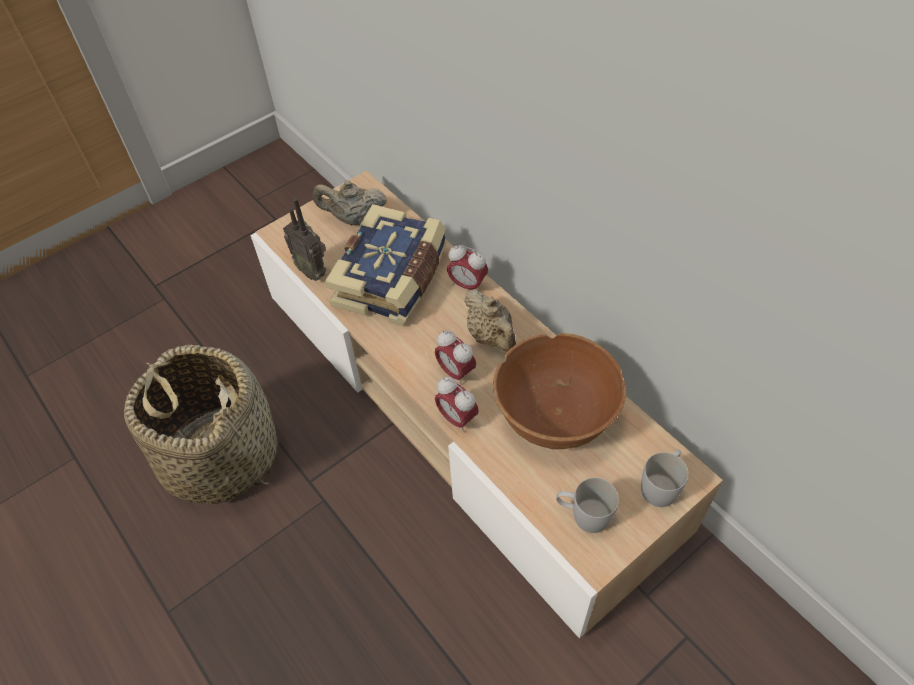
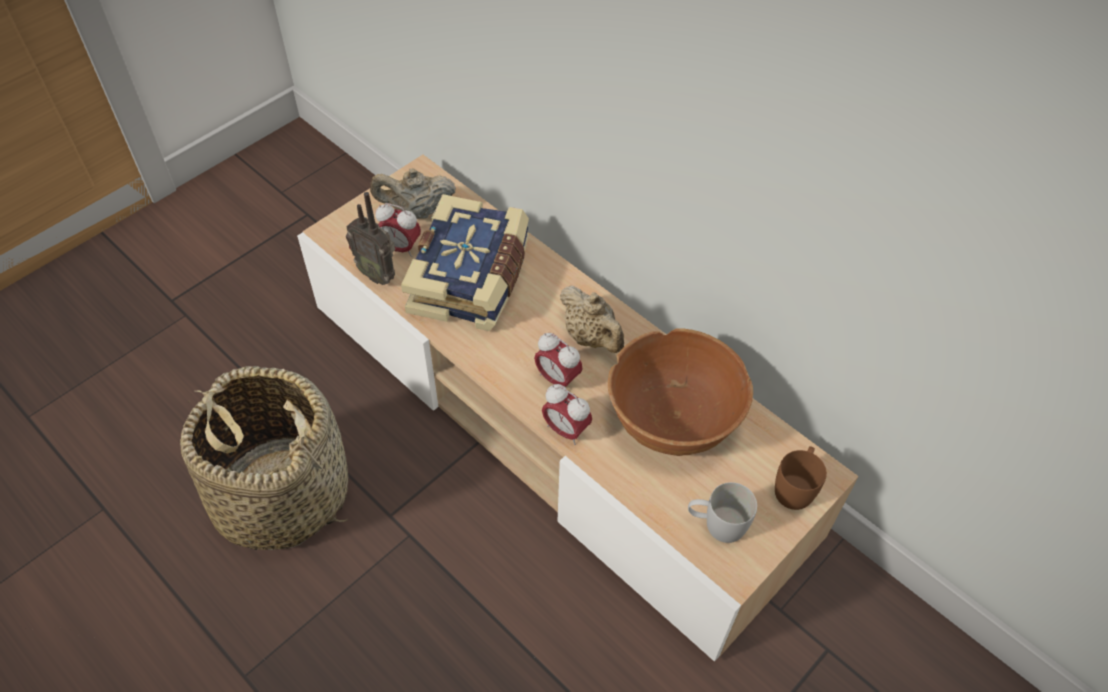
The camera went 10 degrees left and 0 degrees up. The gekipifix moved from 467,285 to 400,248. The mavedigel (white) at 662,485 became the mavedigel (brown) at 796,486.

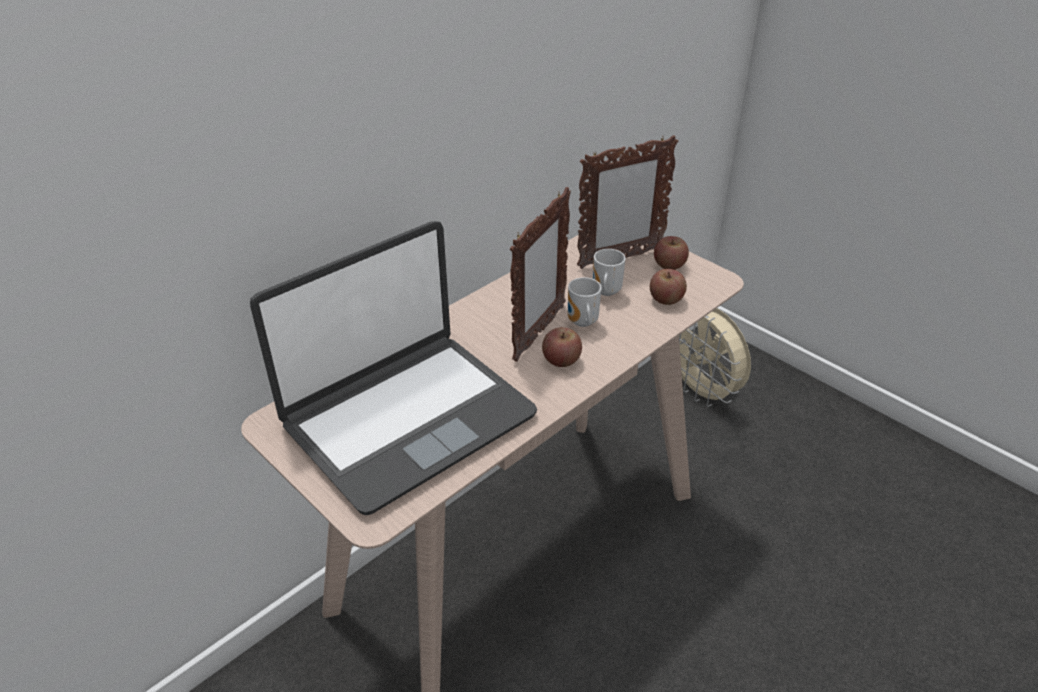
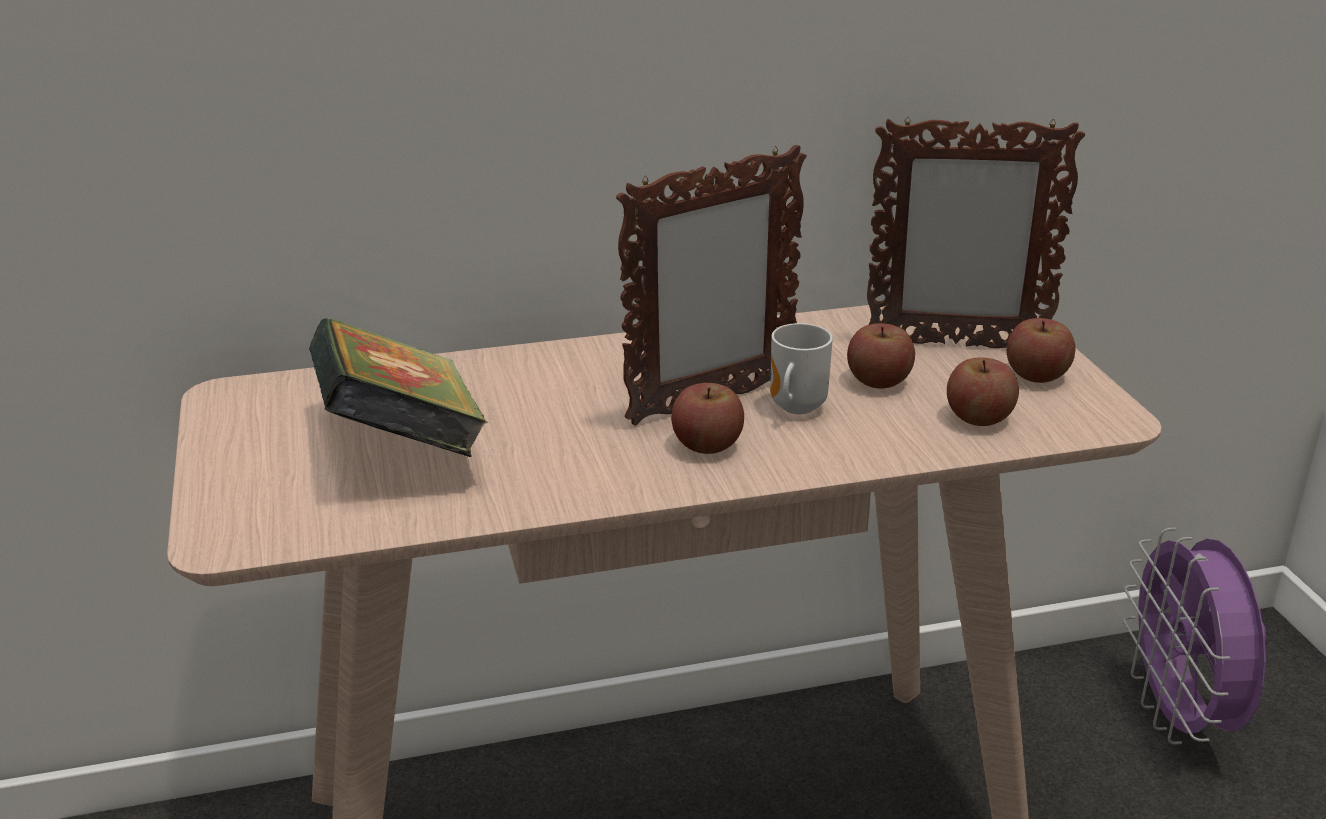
The camera went 30 degrees right and 10 degrees down. The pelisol at 408,419 was replaced by the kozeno at 401,445. The mavedigel at 604,292 was replaced by the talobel at 878,381. The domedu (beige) at 701,391 became the domedu (purple) at 1179,718.

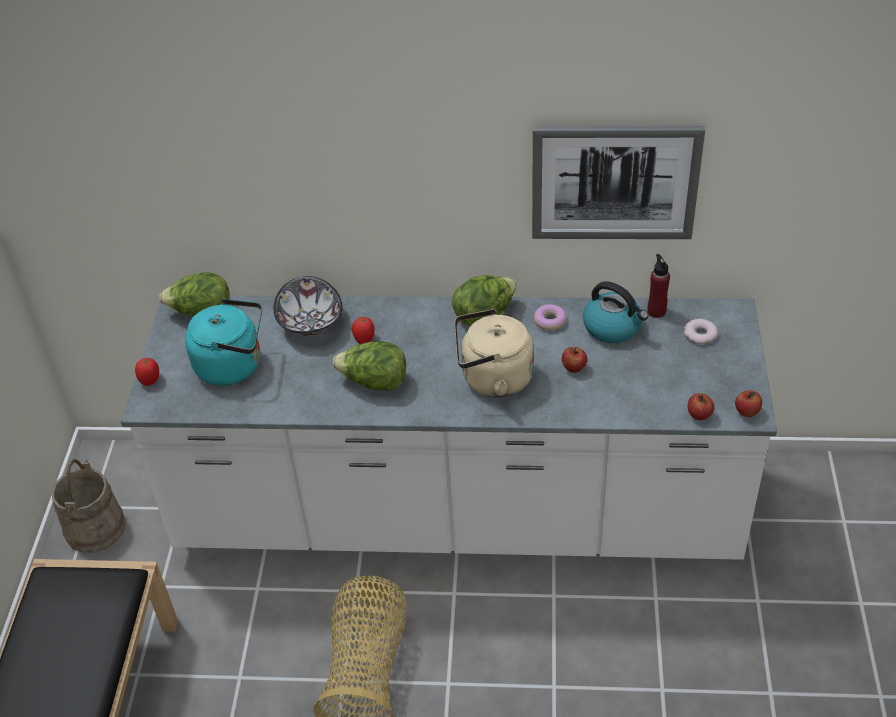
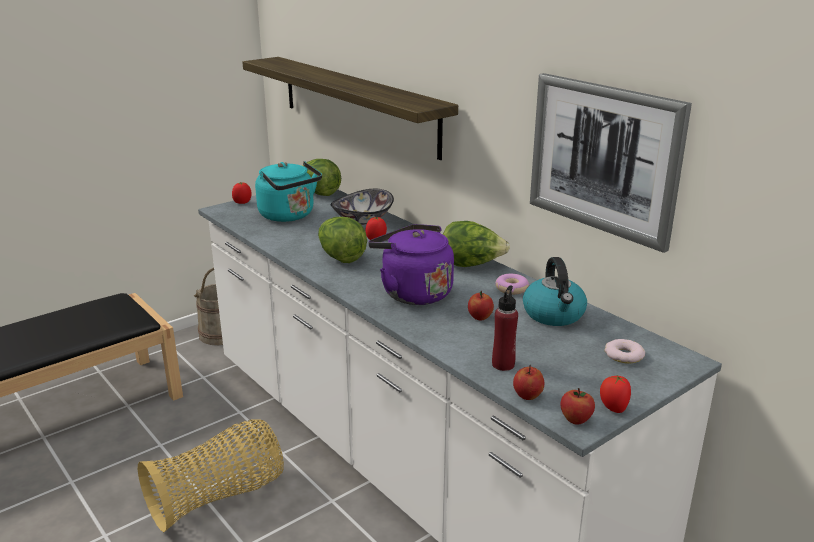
The camera went 45 degrees right and 20 degrees down. The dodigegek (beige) at 492,379 became the dodigegek (purple) at 413,292. The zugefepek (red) moved from 656,311 to 503,364. The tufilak at 357,104 appeared. The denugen at 613,408 appeared.

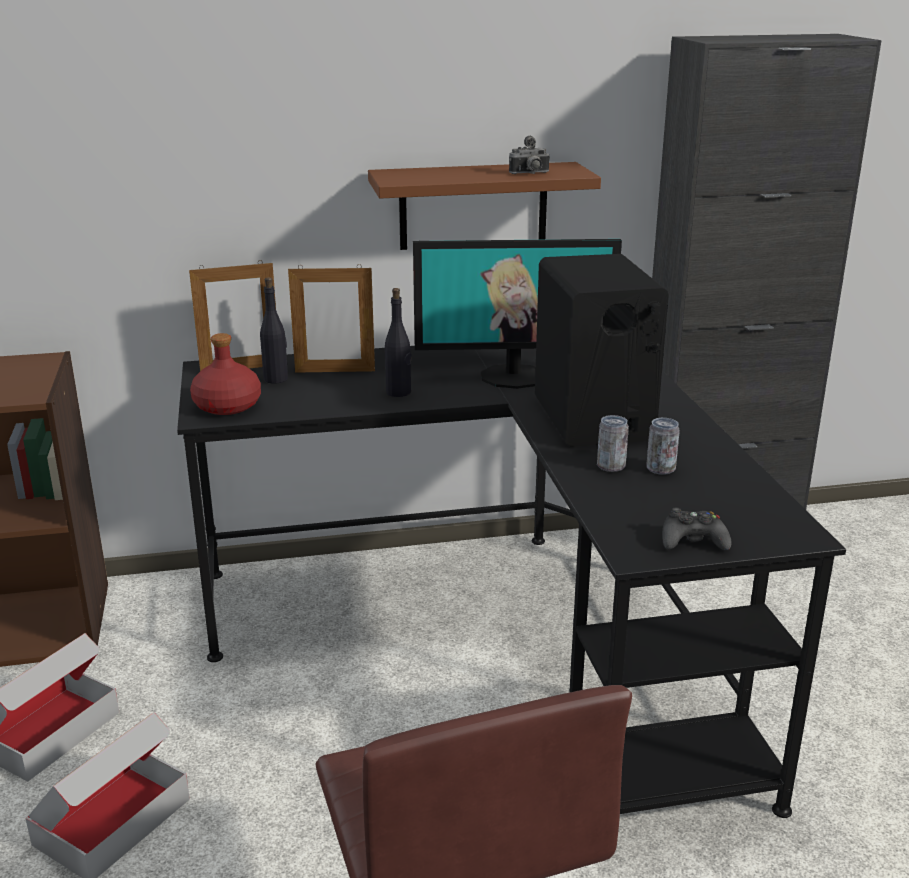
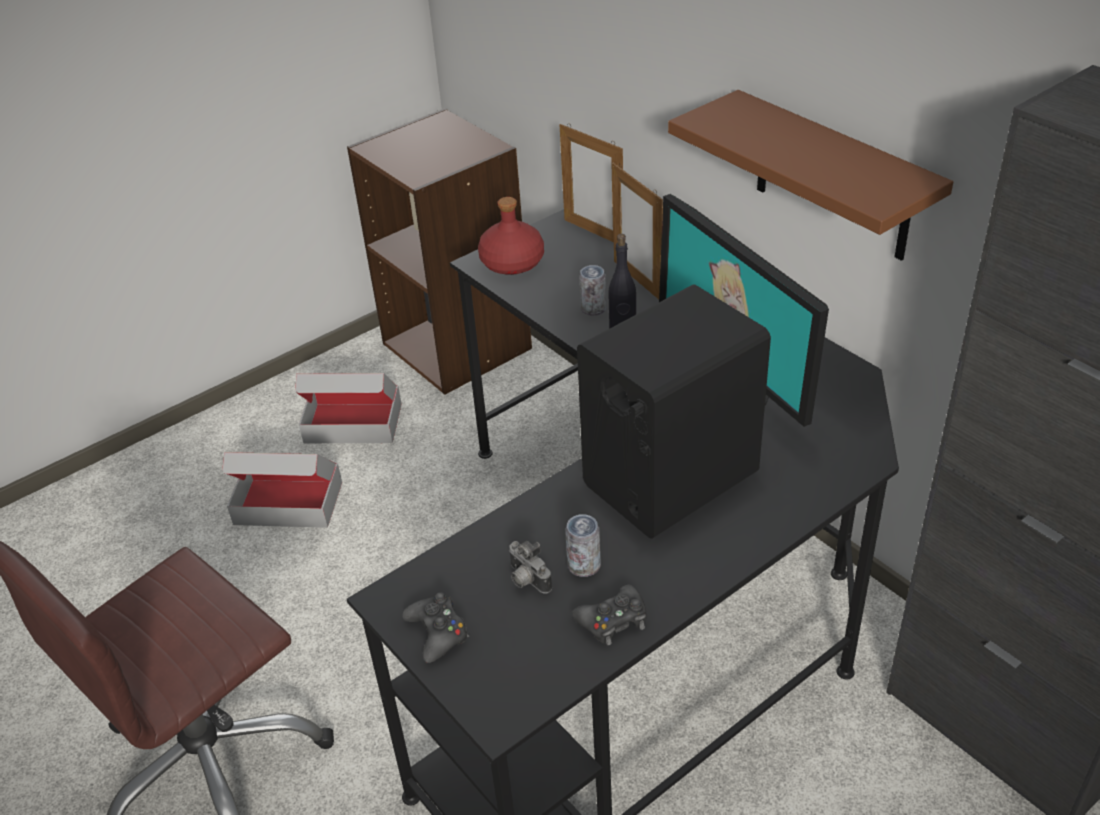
The camera went 65 degrees right and 15 degrees up. The zugefepek (black) at 276,379 disappeared. The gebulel moved from 530,173 to 526,580. The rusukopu moved from 611,466 to 593,309. The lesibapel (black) at 613,621 appeared.

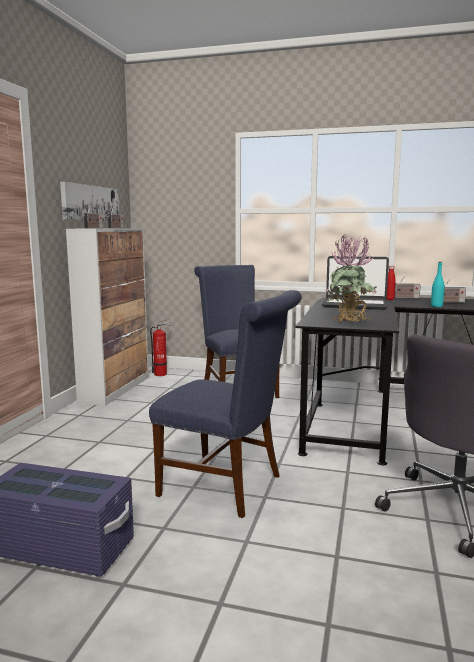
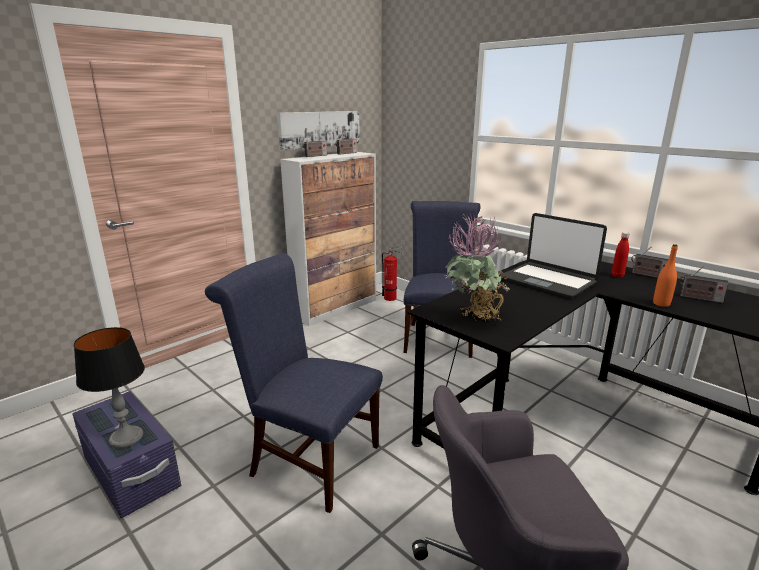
The camera went 30 degrees right and 10 degrees up. The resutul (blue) at 228,486 turned 150 degrees clockwise. The zugefepek (turquoise) at 436,306 became the zugefepek (orange) at 661,304. The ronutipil at 126,438 appeared.

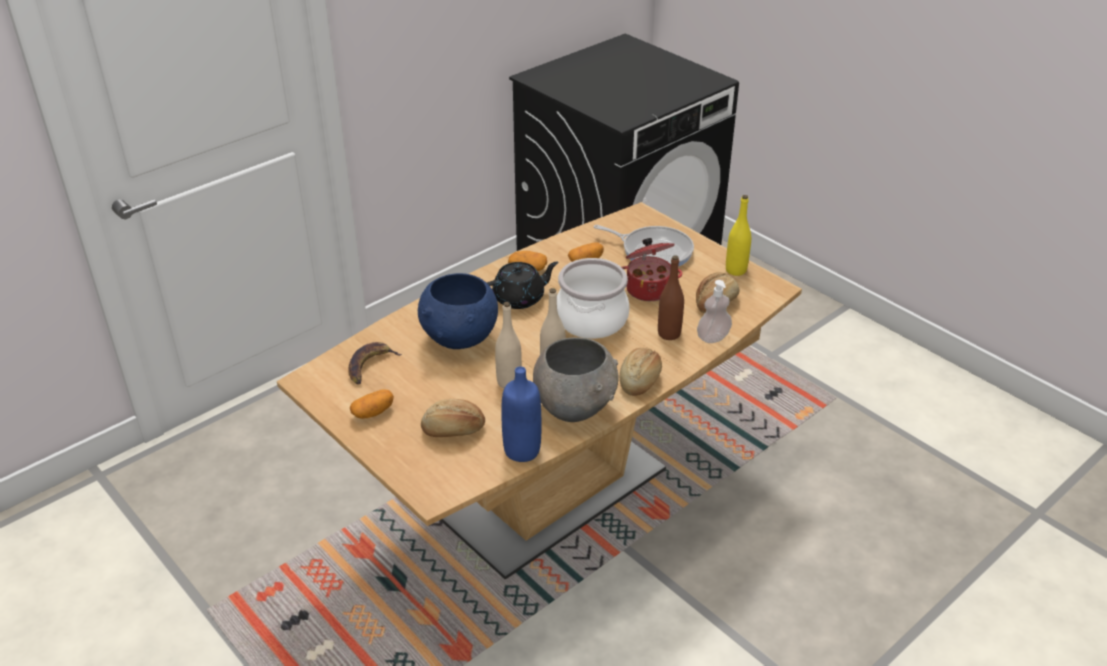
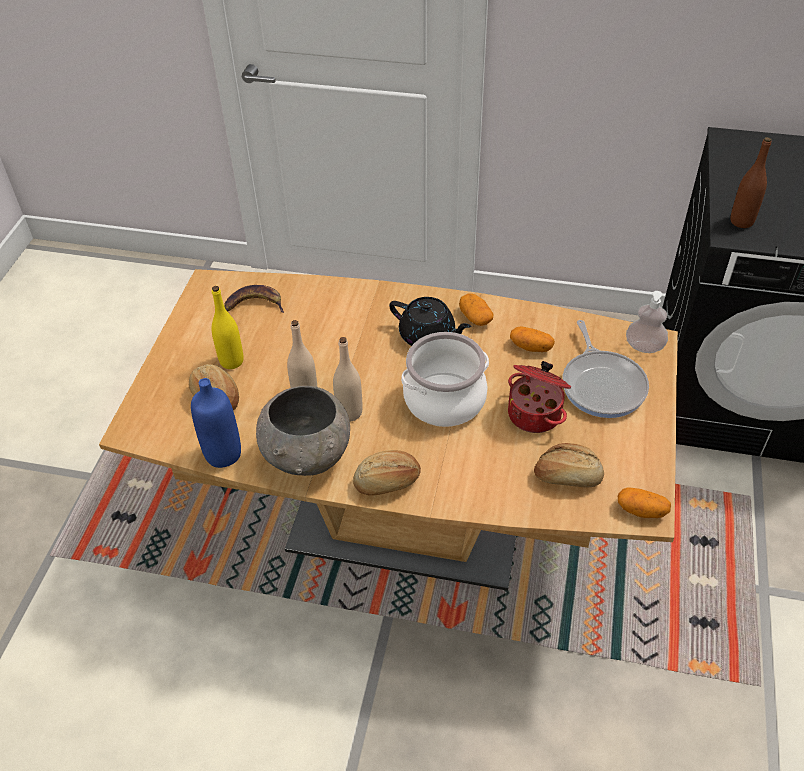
The camera went 55 degrees right and 10 degrees up. The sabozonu moved from 373,412 to 641,510. The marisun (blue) at 460,339 disappeared. The zugefepek (brown) moved from 669,334 to 741,221. The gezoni moved from 713,337 to 644,346. The zugefepek (yellow) moved from 736,270 to 231,361.

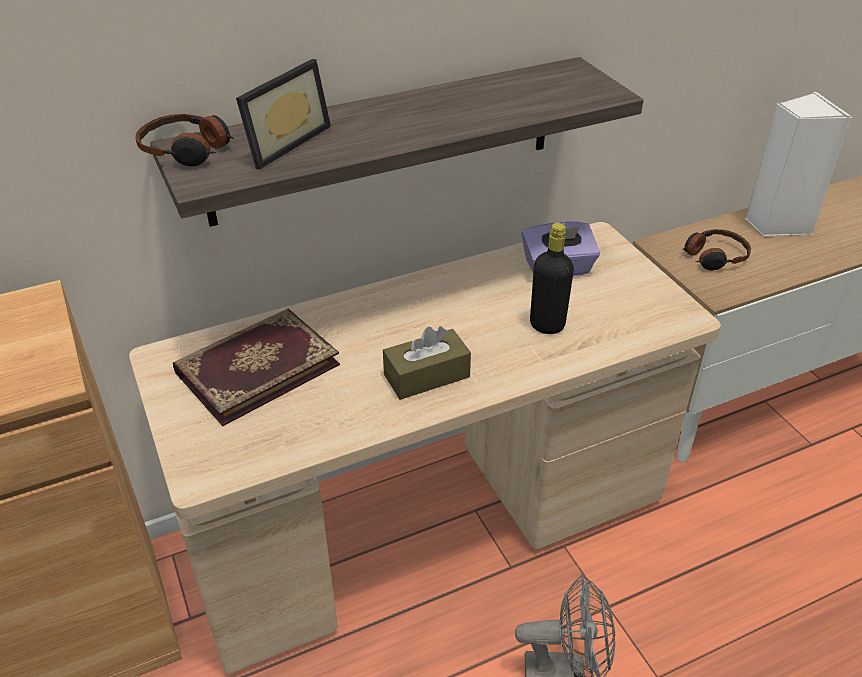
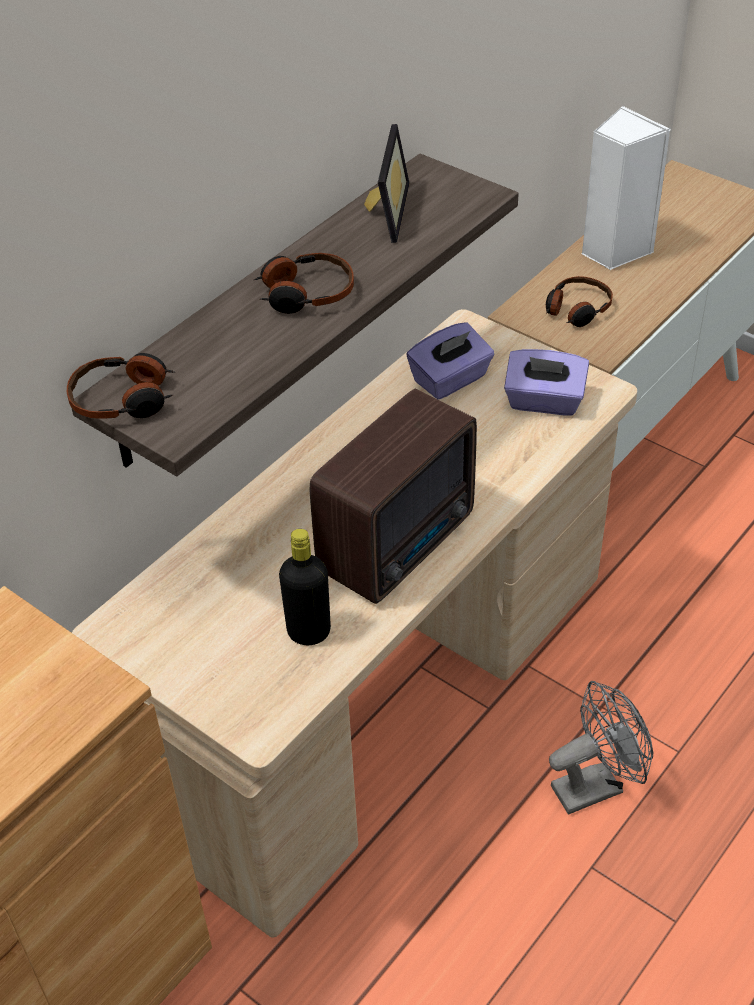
The camera went 25 degrees left and 5 degrees up. The kozeno at 256,367 disappeared. The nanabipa moved from 281,142 to 383,211. The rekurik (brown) at 426,376 was replaced by the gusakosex at 401,543. The zugefepek (black) moved from 547,325 to 309,632. The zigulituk at 305,294 appeared. The rekurik (purple) at 544,402 appeared.

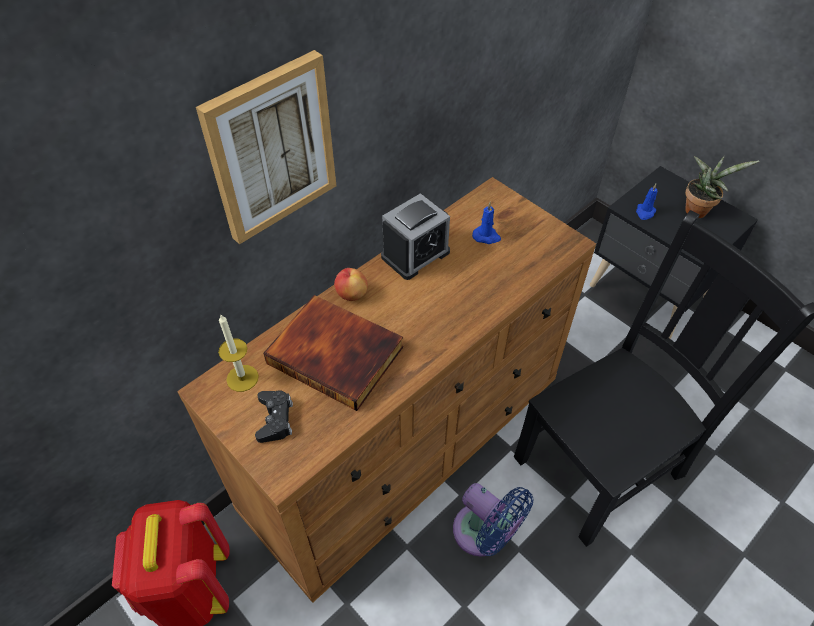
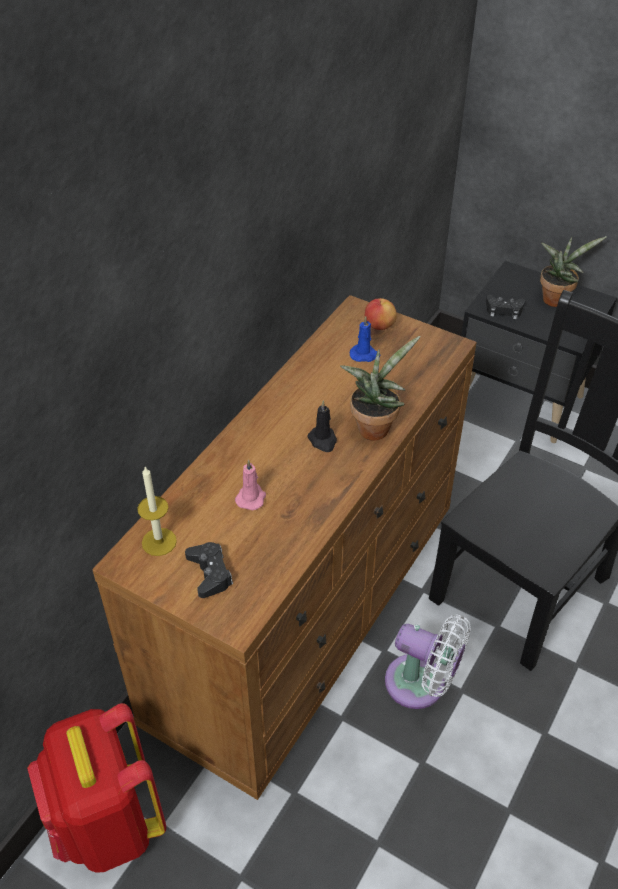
The camera went 15 degrees left and 5 degrees down. The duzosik at 271,148 disappeared. The kozeno at 337,353 was replaced by the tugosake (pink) at 251,497. The talobel moved from 351,294 to 379,326. The gekipifix at 415,254 disappeared. The domedu (blue) at 484,534 became the domedu (white) at 421,685. The tugosake (blue) at 645,212 was replaced by the lesibapel (black) at 504,310. The tugosake (black) at 323,440 appeared. The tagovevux at 374,426 appeared.

